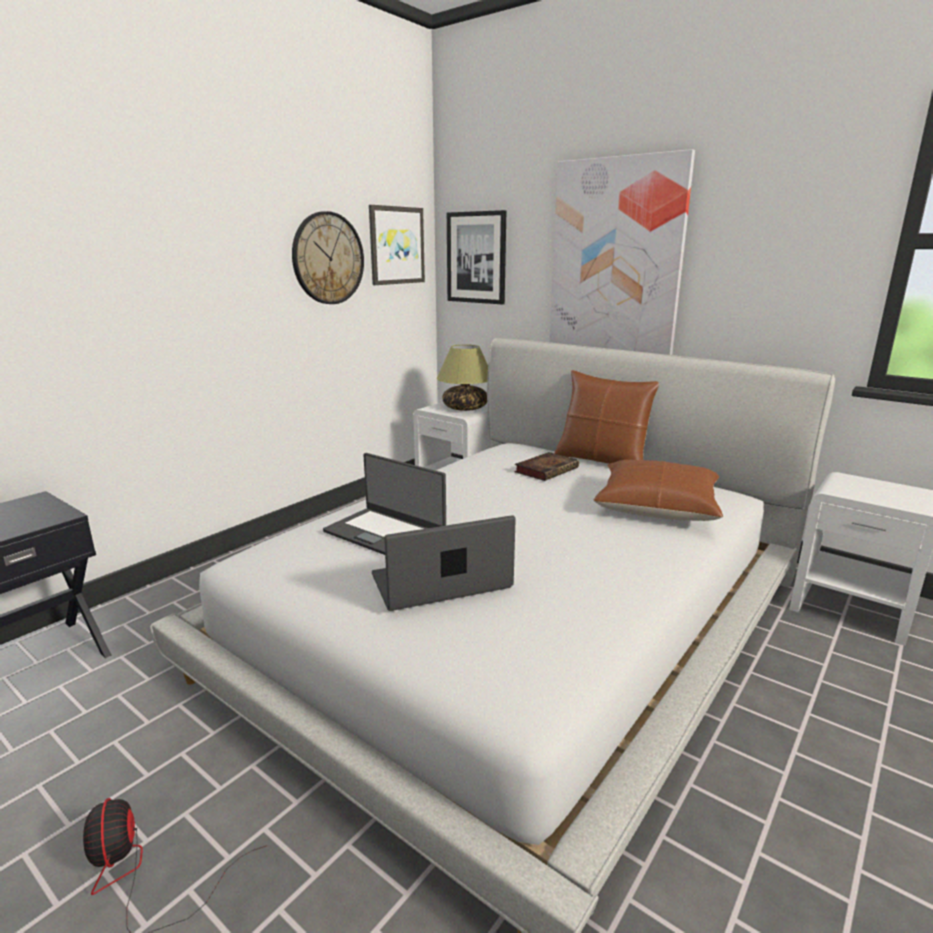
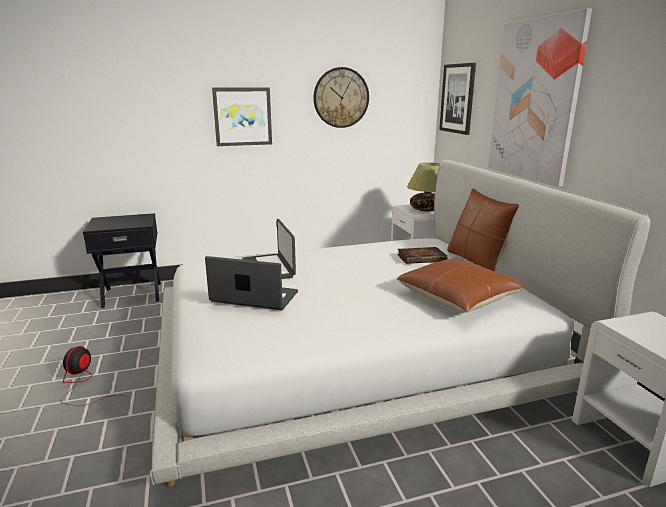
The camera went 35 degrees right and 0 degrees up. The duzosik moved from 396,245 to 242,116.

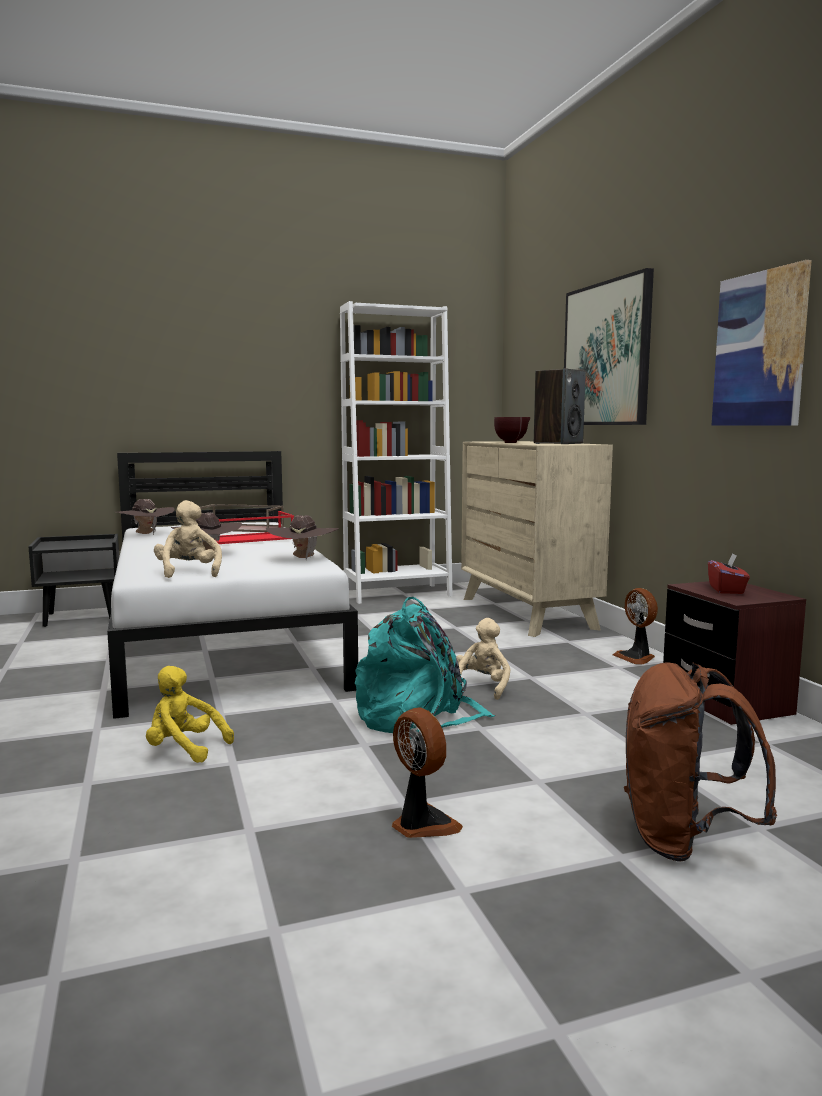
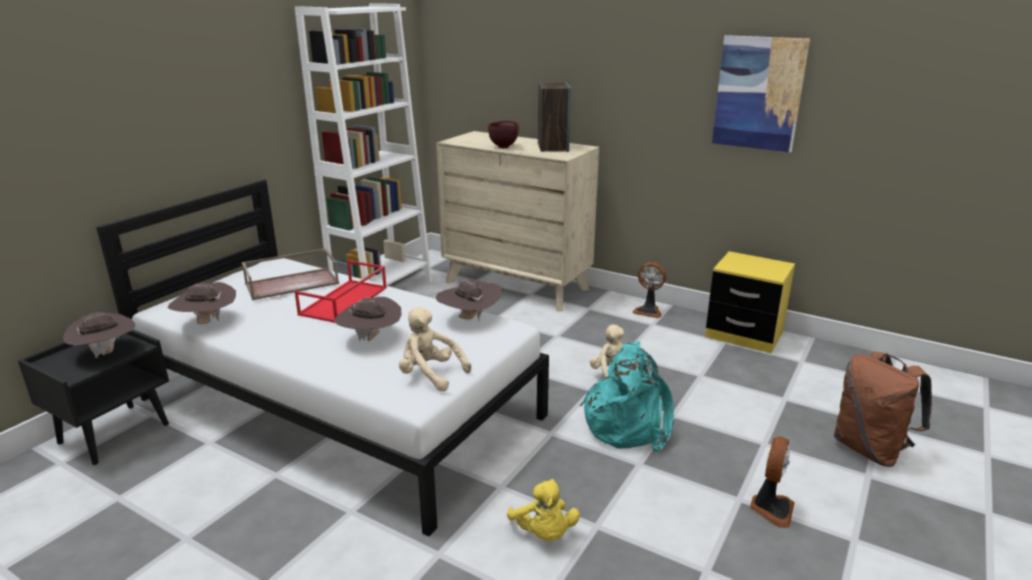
The camera went 40 degrees left and 15 degrees up. The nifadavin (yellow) at 184,749 turned 90 degrees counterclockwise. The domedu at 422,824 turned 105 degrees clockwise. The duzosik at 606,354 disappeared. The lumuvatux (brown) at 726,702 became the lumuvatux (yellow) at 744,335. The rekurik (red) at 727,590 disappeared. The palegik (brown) at 106,353 appeared.

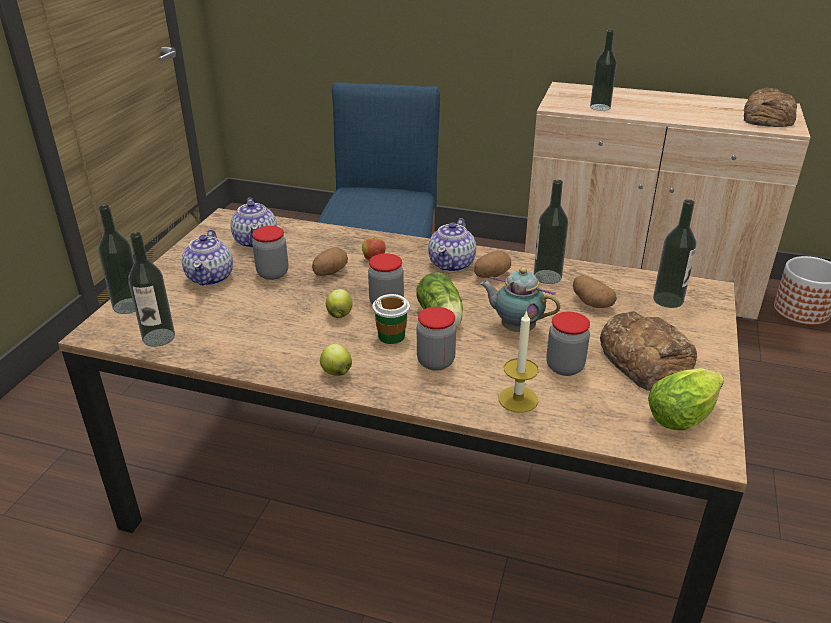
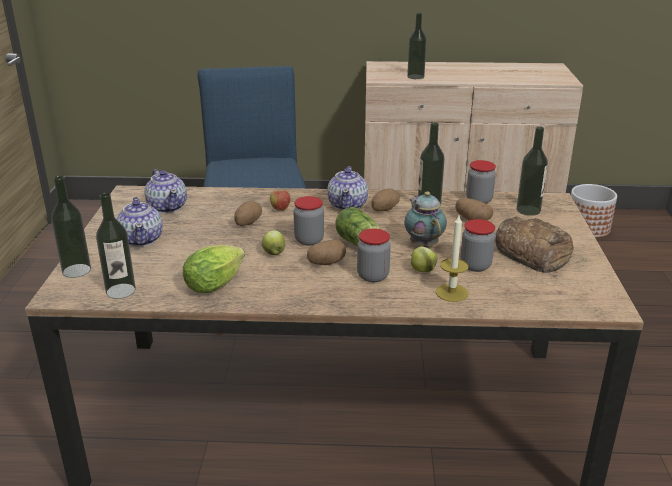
The camera went 15 degrees left and 5 degrees down. The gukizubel moved from 272,273 to 479,200. The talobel moved from 336,372 to 422,270. The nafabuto at 391,336 was replaced by the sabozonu at 326,263. The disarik at 515,328 turned 60 degrees clockwise. The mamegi moved from 684,415 to 217,283. The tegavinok at 767,117 disappeared.

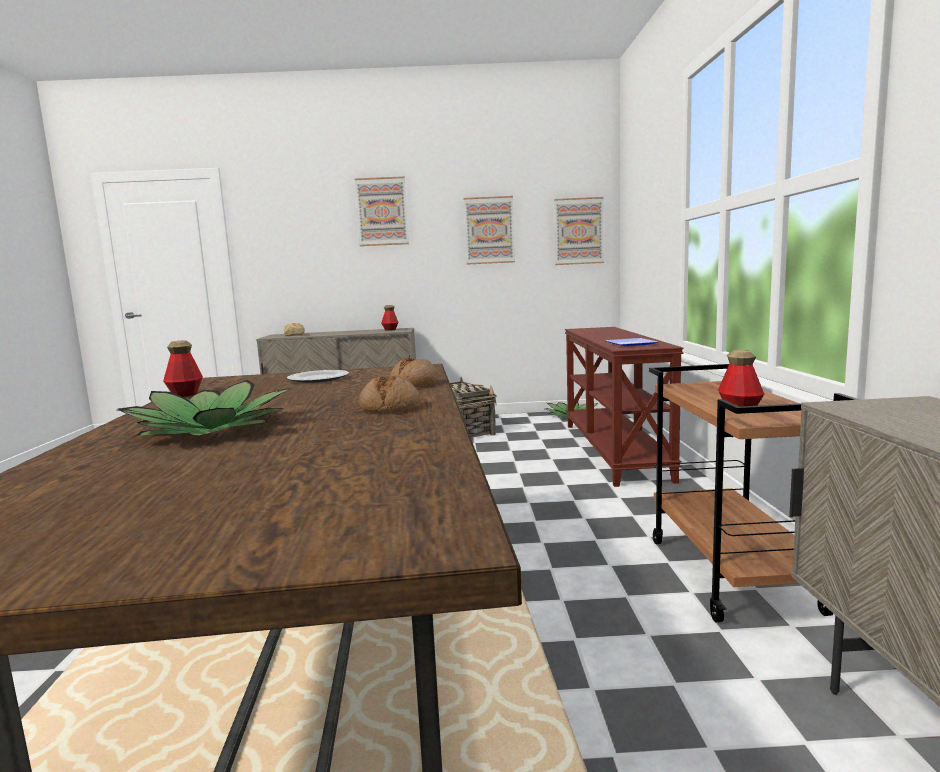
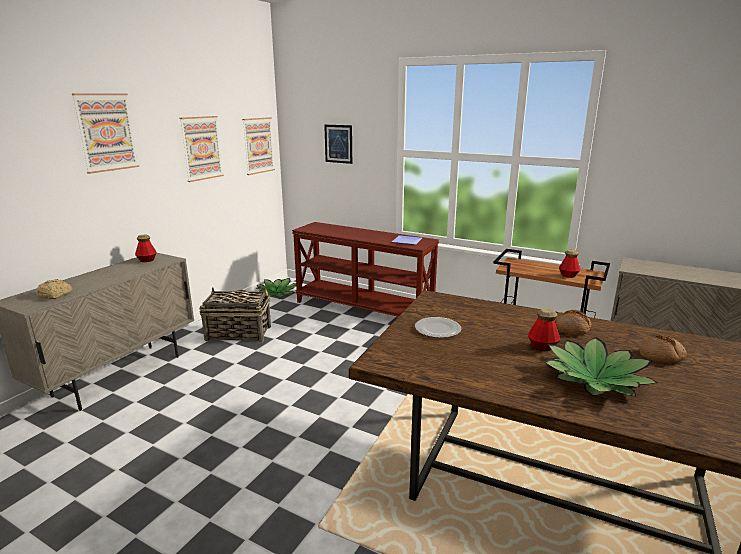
The camera went 60 degrees left and 10 degrees up. The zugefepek moved from 185,394 to 542,347. The tegavinok moved from 413,384 to 661,356. The duzosik at 338,144 appeared.

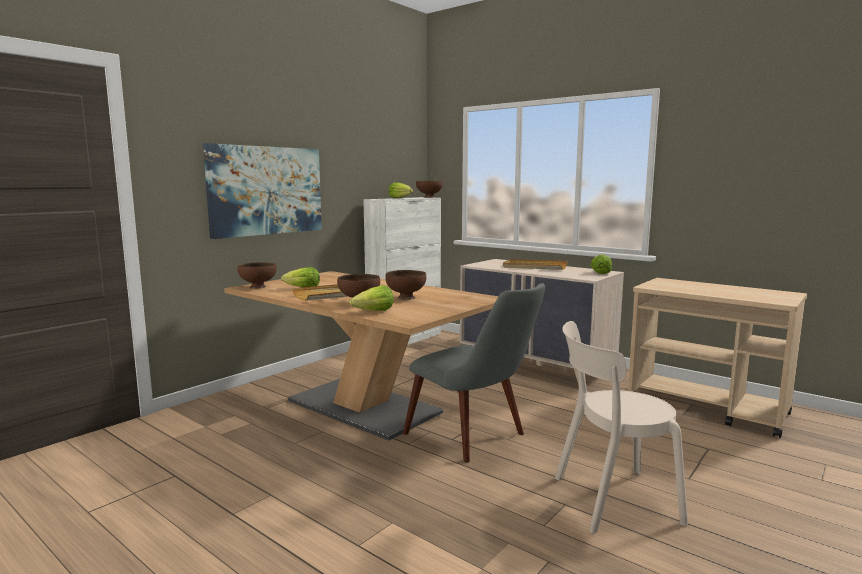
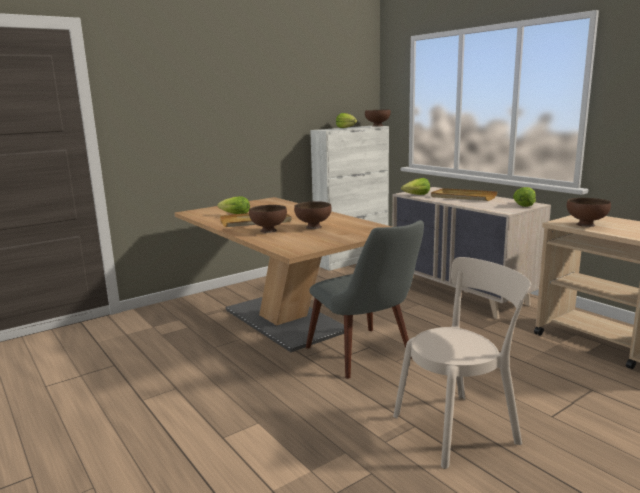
The camera went 15 degrees right and 5 degrees up. The duzosik at 266,190 disappeared. The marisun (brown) moved from 258,287 to 586,225. The mamegi moved from 374,312 to 417,195. The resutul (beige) at 610,500 turned 150 degrees clockwise.

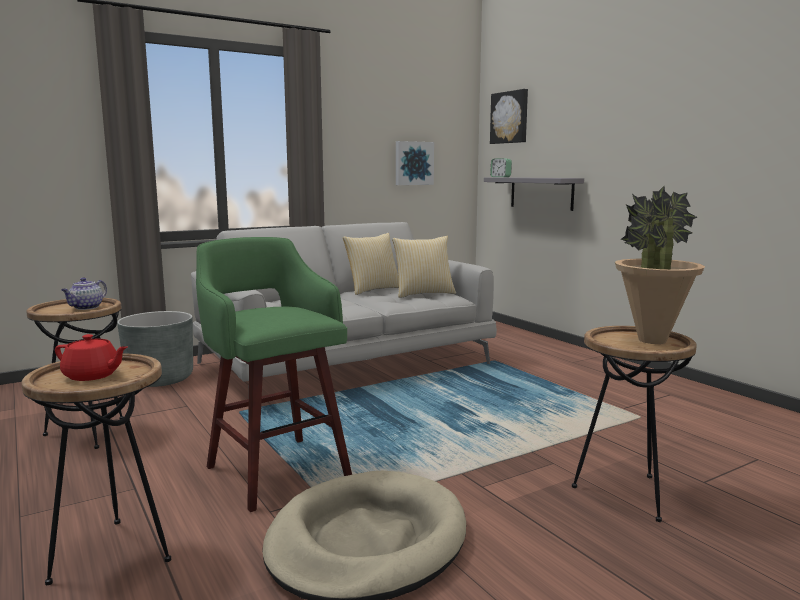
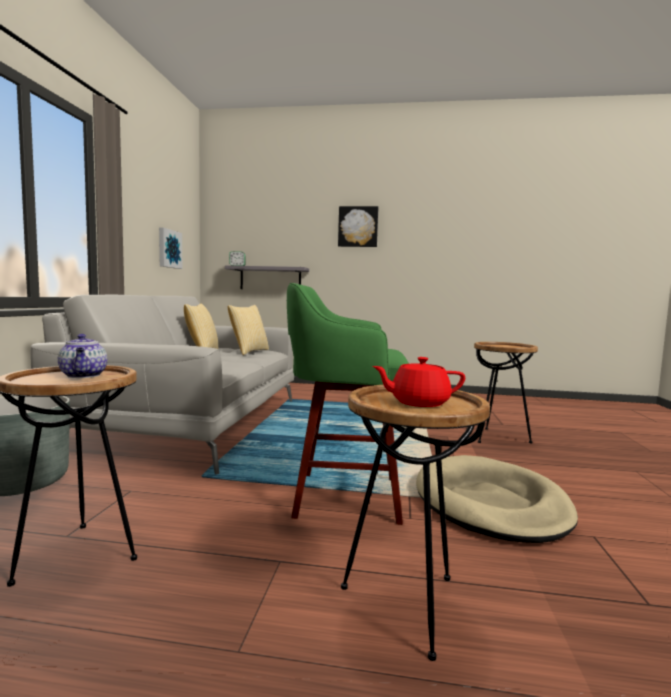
The camera went 50 degrees left and 5 degrees down. The disarik (red) at 92,375 turned 150 degrees counterclockwise. The duzosik moved from 510,117 to 358,227. The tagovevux at 652,340 disappeared.

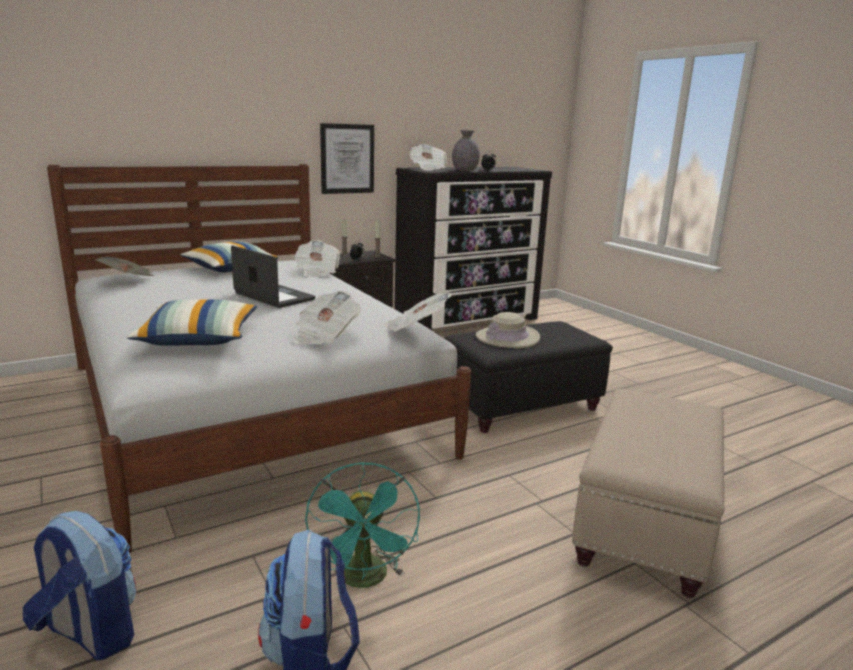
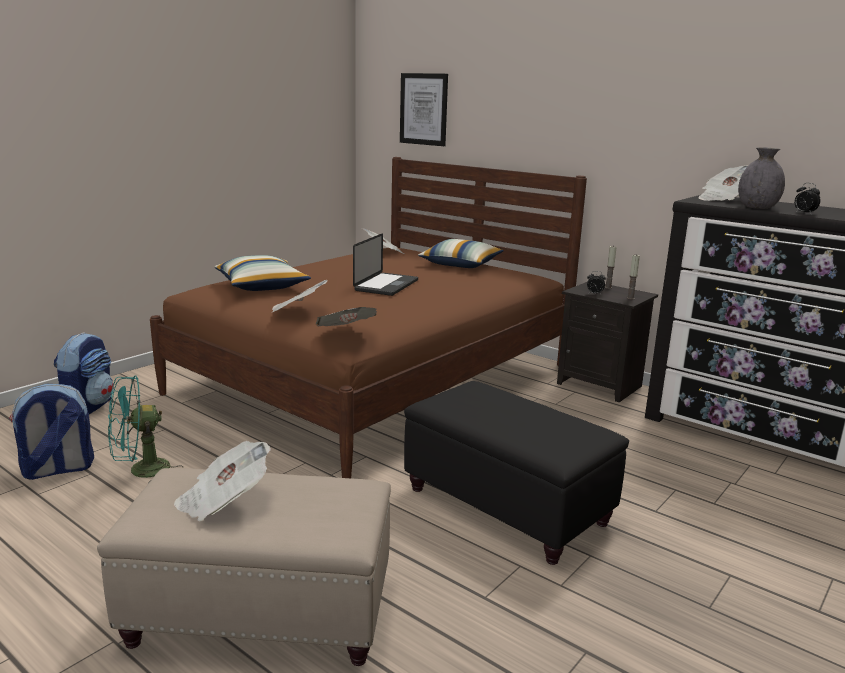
The camera went 70 degrees right and 0 degrees up. The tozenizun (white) at 248,407 became the tozenizun (brown) at 376,379. The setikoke moved from 317,272 to 223,501. The duzosik moved from 347,159 to 423,109. The palegik (beige) at 507,338 disappeared.

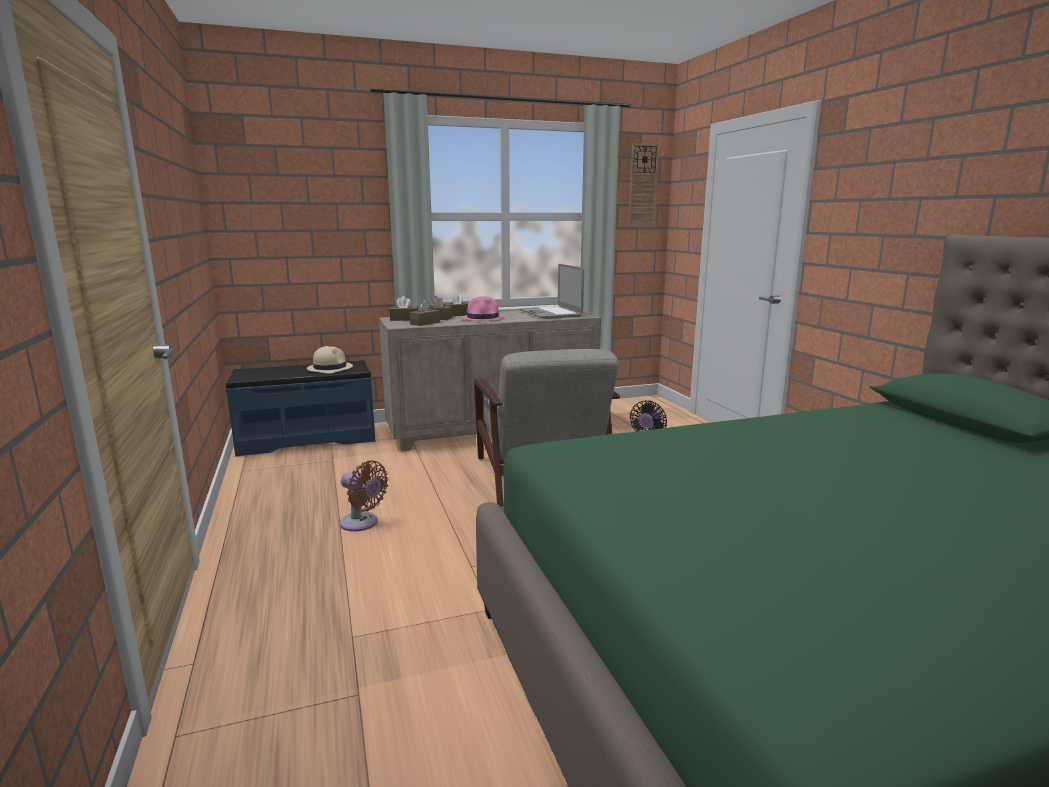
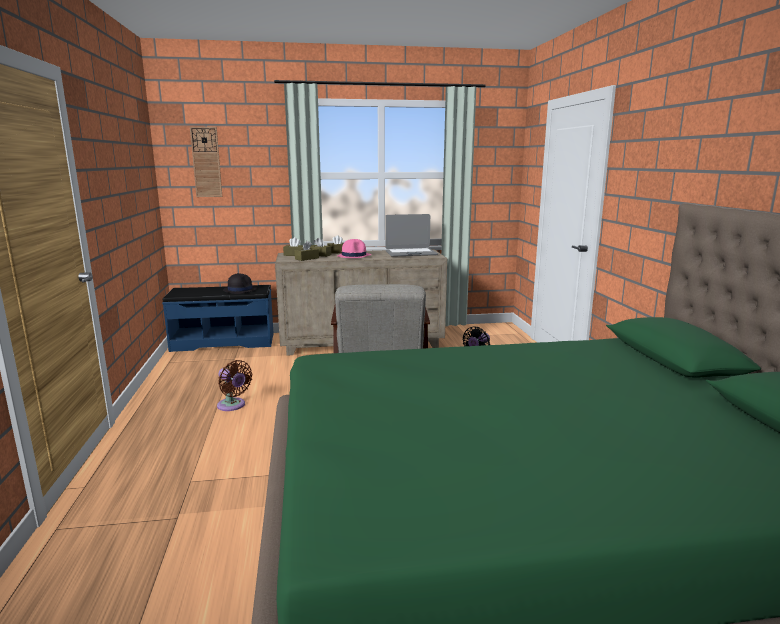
The camera went 10 degrees right and 0 degrees up. The palegik (beige) at 330,368 became the palegik (black) at 240,290. The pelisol at 551,313 turned 90 degrees counterclockwise. The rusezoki moved from 642,185 to 206,162.

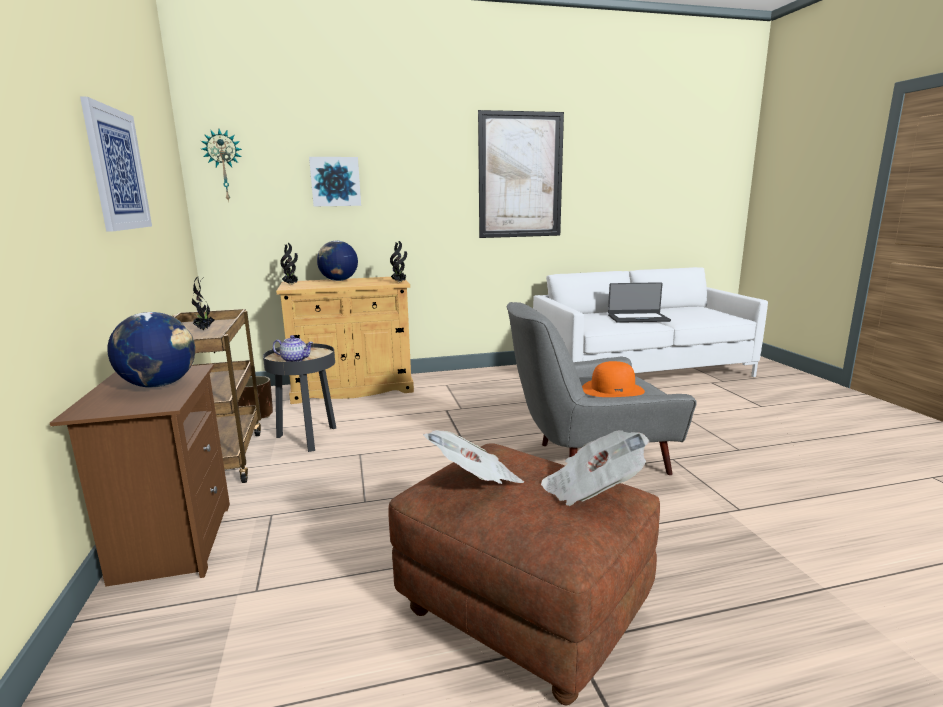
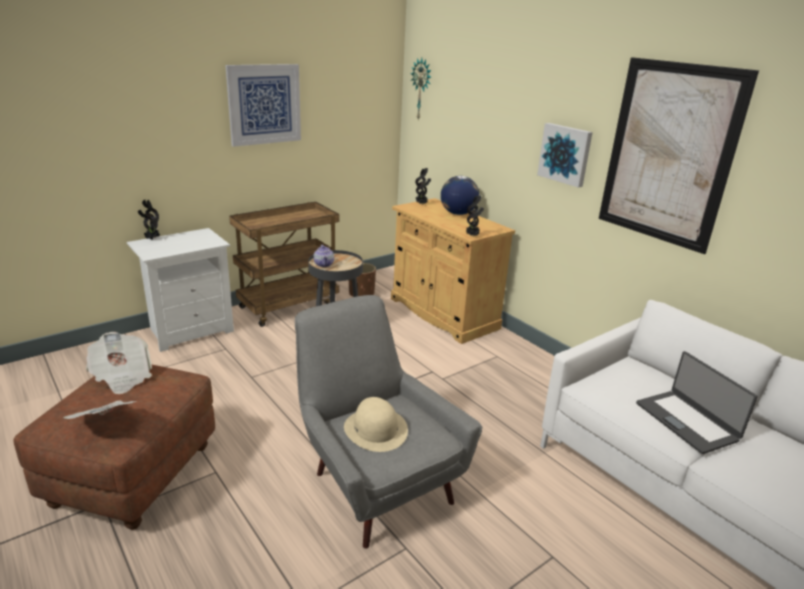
The camera went 65 degrees right and 10 degrees up. The lumuvatux (brown) at 172,543 became the lumuvatux (white) at 190,330. The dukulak at 160,385 disappeared. The tagovevux moved from 204,330 to 152,239. The duzosik moved from 335,181 to 565,154. The palegik (orange) at 613,389 became the palegik (beige) at 376,429.

